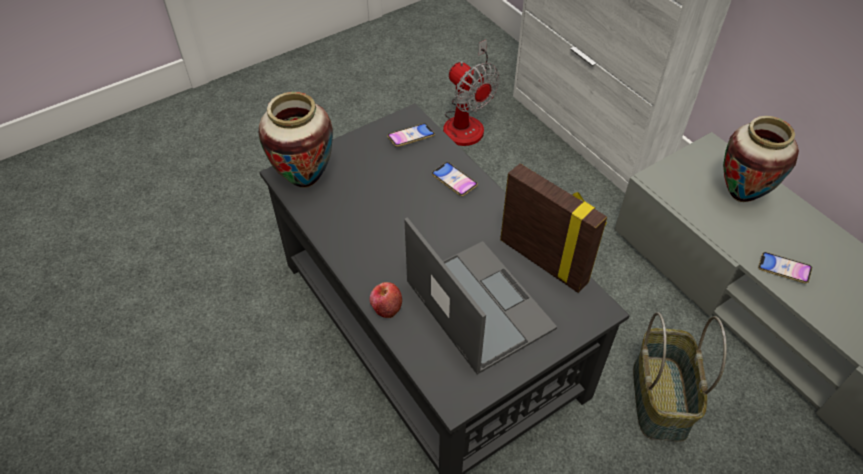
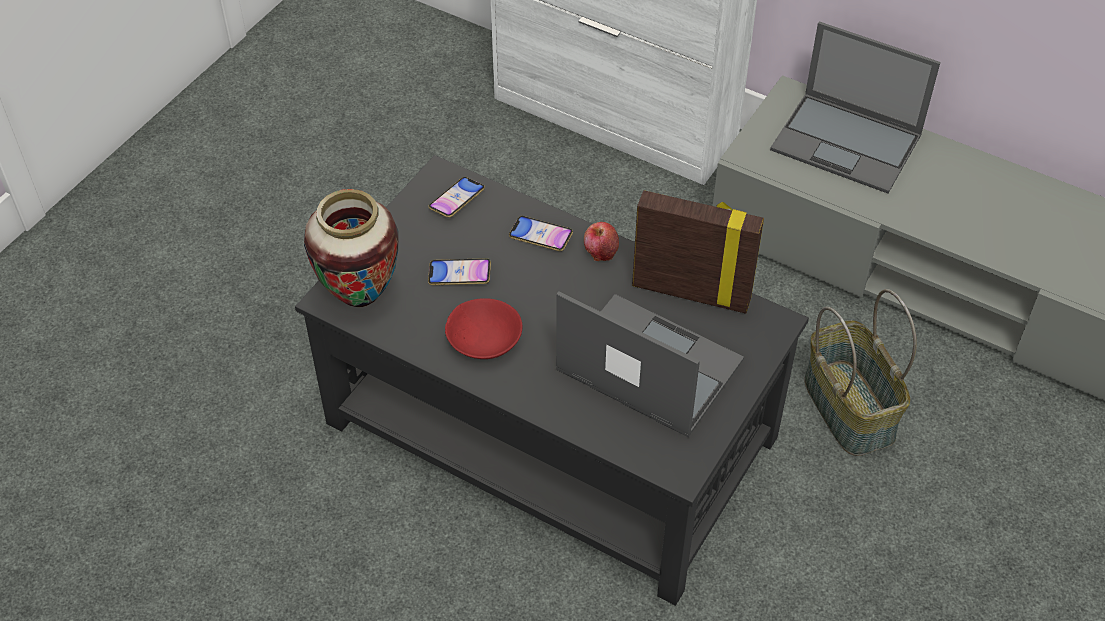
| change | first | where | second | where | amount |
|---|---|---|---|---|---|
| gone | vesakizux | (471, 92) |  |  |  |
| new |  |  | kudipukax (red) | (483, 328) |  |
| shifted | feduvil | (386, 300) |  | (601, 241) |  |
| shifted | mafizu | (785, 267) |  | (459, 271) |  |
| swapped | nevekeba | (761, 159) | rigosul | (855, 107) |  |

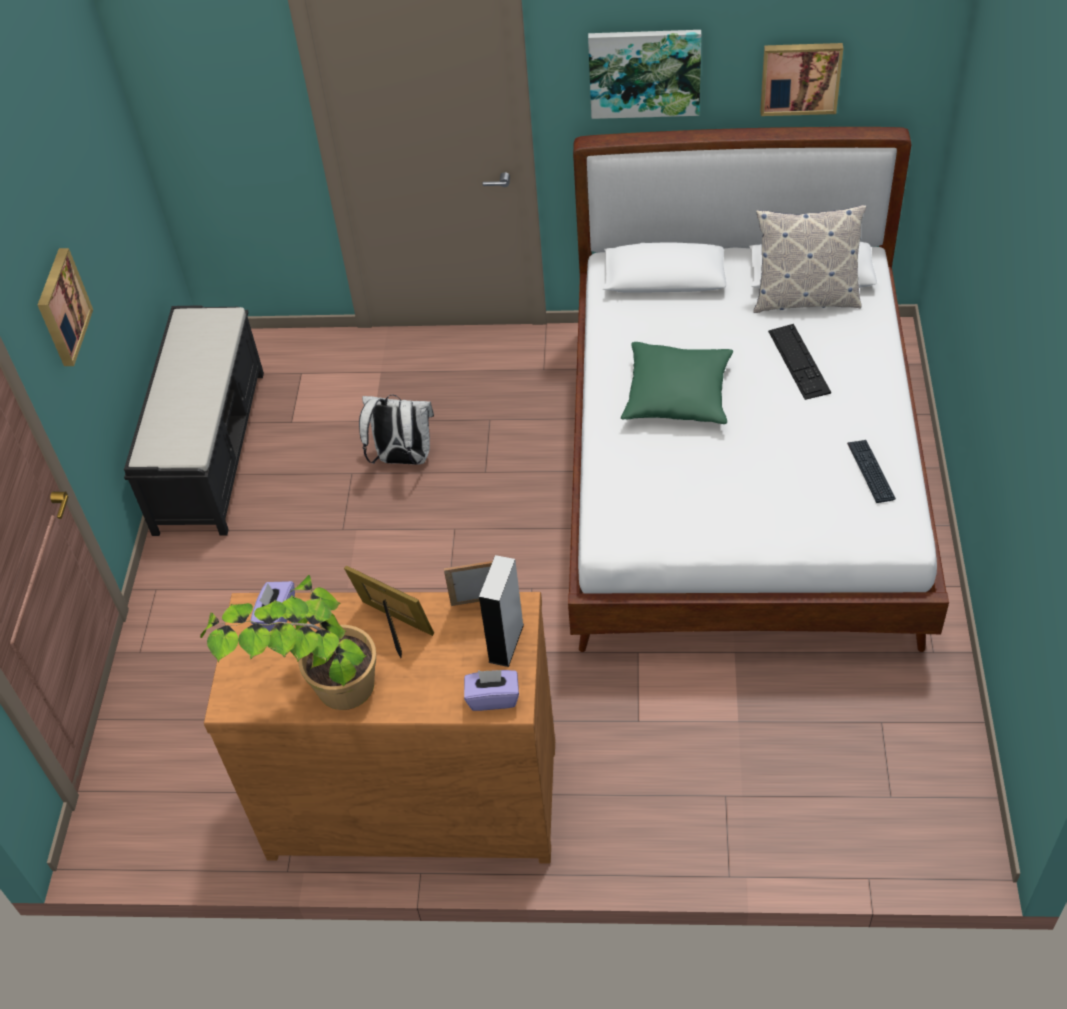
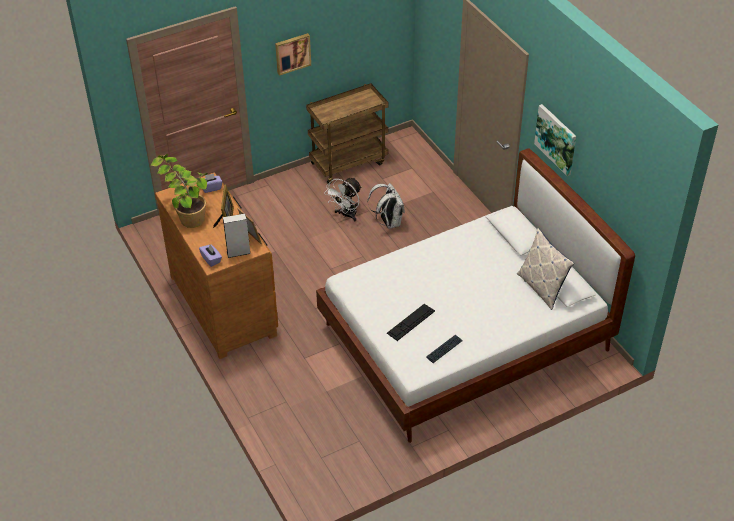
| change | first | where | second | where | amount |
|---|---|---|---|---|---|
| gone | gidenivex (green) | (677, 383) |  |  |  |
| gone | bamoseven | (801, 79) |  |  |  |
| new |  |  | vesakizux (white) | (343, 199) |  |
| shifted | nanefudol | (799, 362) |  | (411, 322) |  |
| swapped | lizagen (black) | (194, 420) | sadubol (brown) | (347, 133) |  |

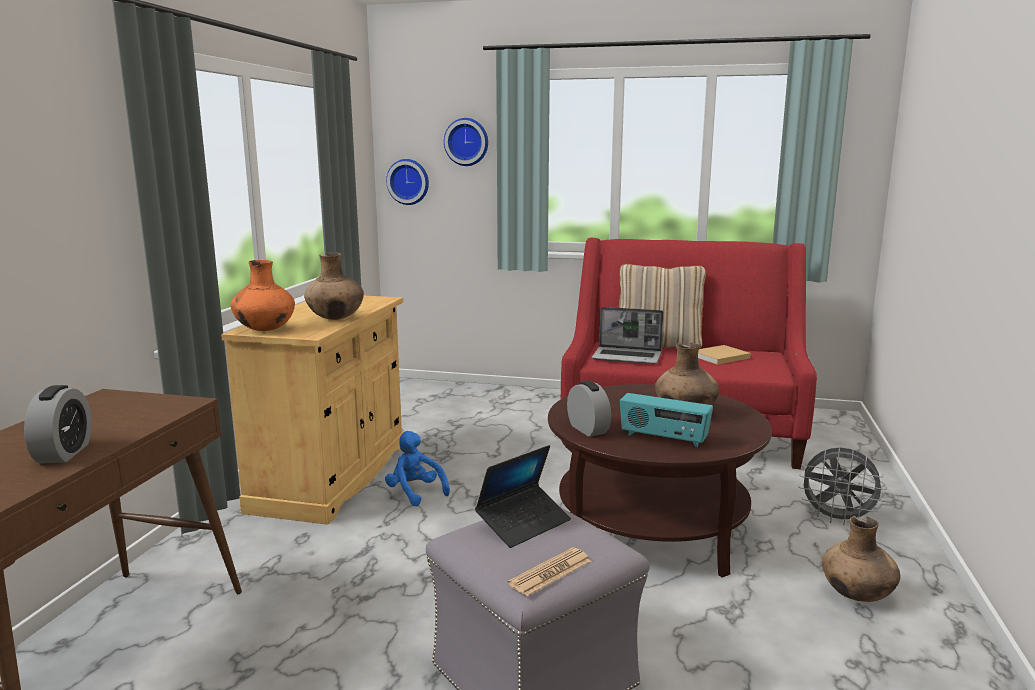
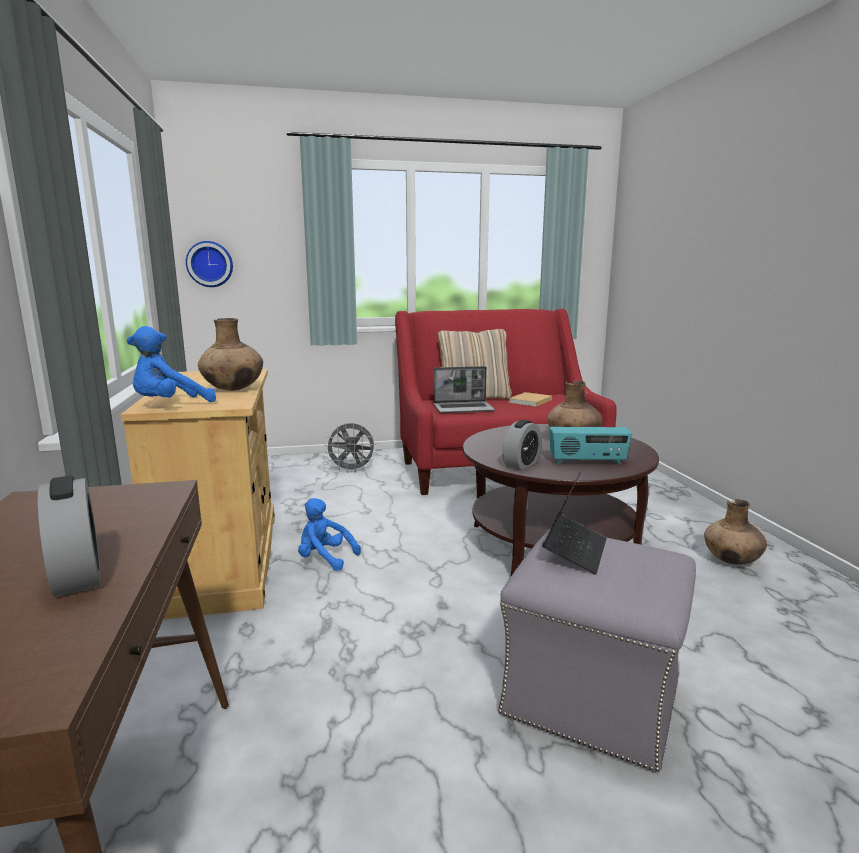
| change | first | where | second | where | amount |
|---|---|---|---|---|---|
| gone | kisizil | (466, 142) |  |  |  |
| gone | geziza | (549, 572) |  |  |  |
| shifted | vesakizux (grey) | (842, 486) |  | (350, 448) |  |
| swapped | nevekeba (orange) | (262, 295) | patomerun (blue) | (171, 364) |  |
| rotated | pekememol | (589, 409) |  | (522, 445) | 90 degrees clockwise |

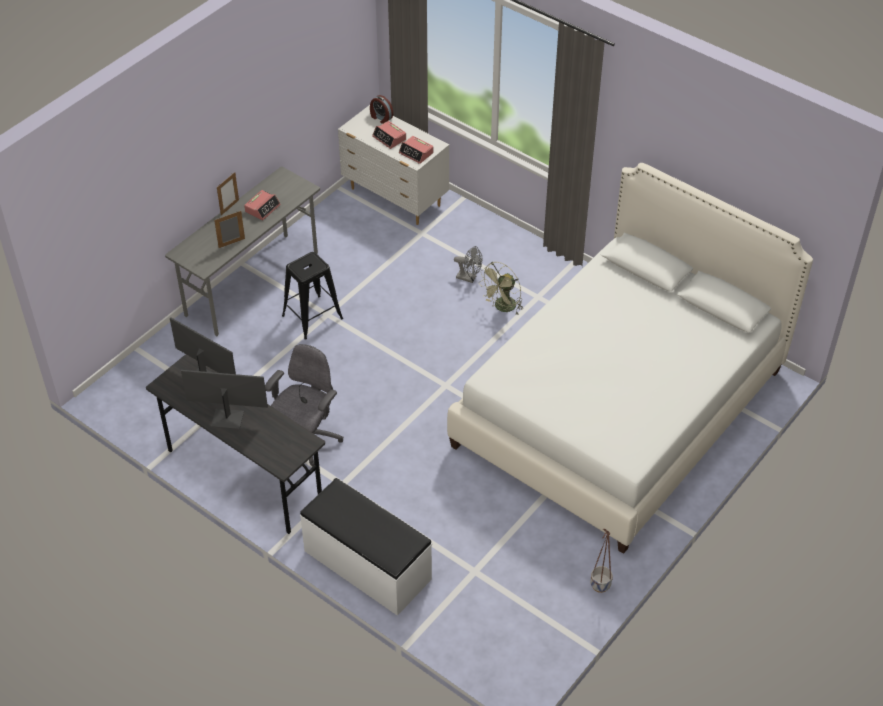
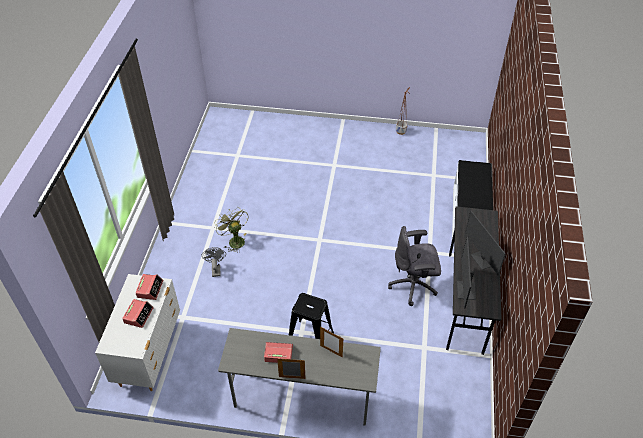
| change | first | where | second | where | amount |
|---|---|---|---|---|---|
| gone | pekememol | (381, 109) |  |  |  |
| gone | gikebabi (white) | (630, 358) |  |  |  |
| rotated | vesakizux (green) | (501, 288) |  | (232, 230) | 135 degrees counterclockwise |

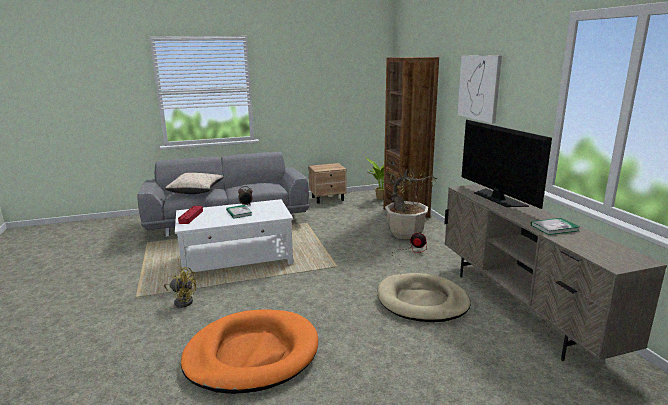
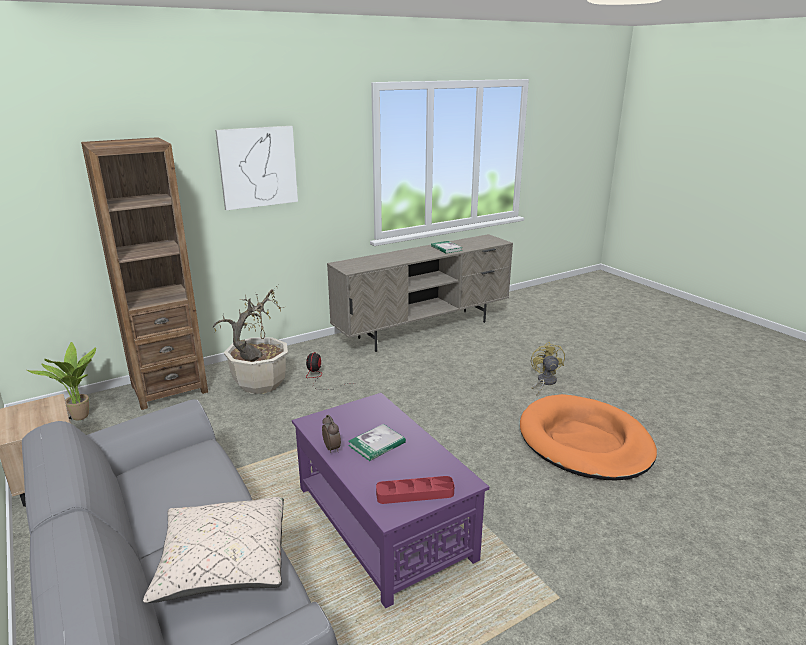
| change | first | where | second | where | amount |
|---|---|---|---|---|---|
| gone | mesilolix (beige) | (424, 297) |  |  |  |
| gone | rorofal | (507, 164) |  |  |  |
| shifted | vesakizux (yellow) | (180, 287) |  | (548, 369) |  |
| repainted | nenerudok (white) | (234, 238) | nenerudok (purple) | (390, 500) |  |

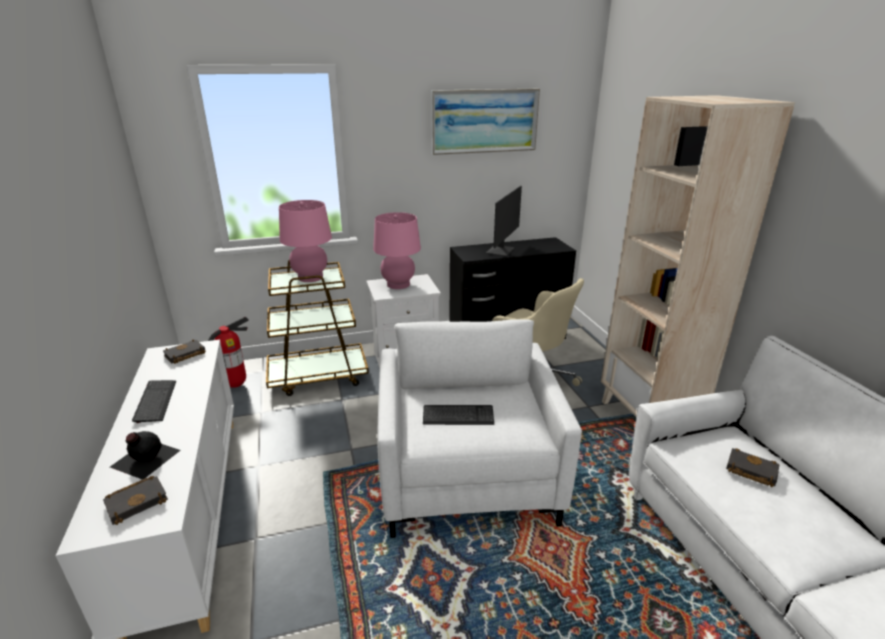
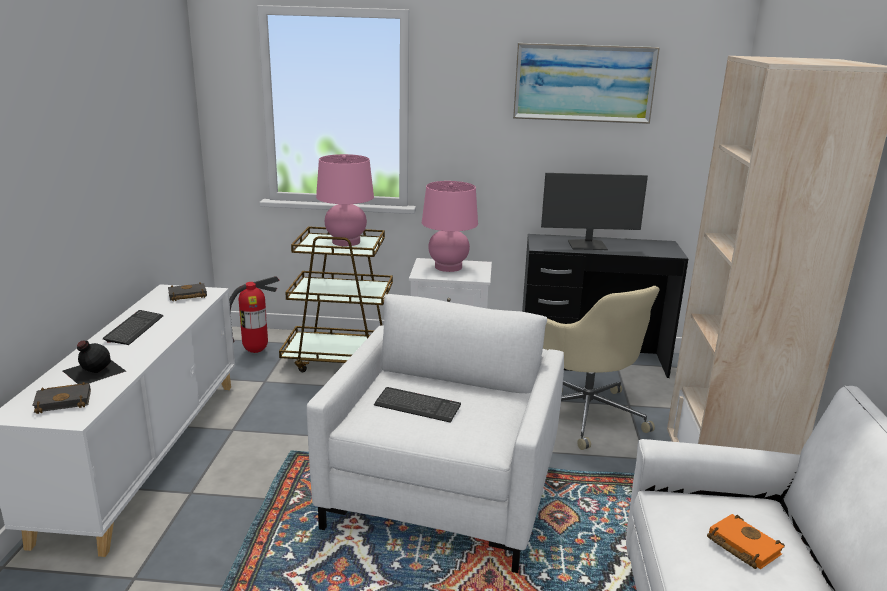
| change | first | where | second | where | amount |
|---|---|---|---|---|---|
| repainted | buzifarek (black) | (753, 467) | buzifarek (orange) | (746, 541) |  |
| rotated | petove | (504, 221) |  | (594, 211) | 45 degrees clockwise |

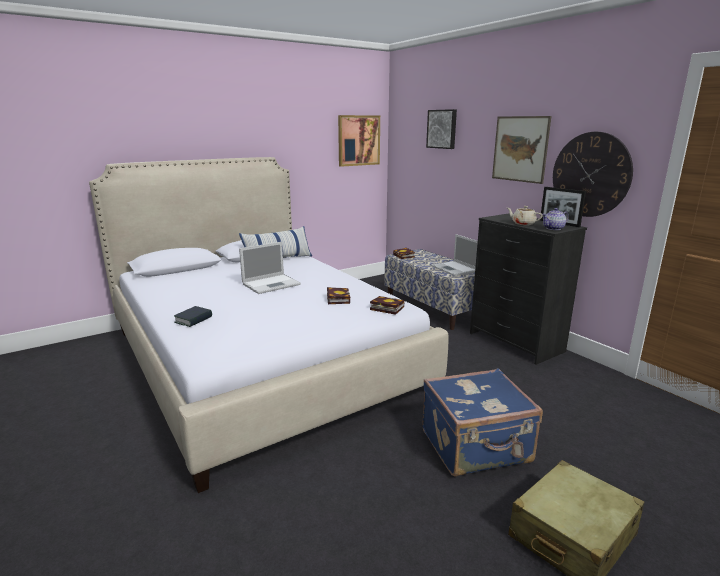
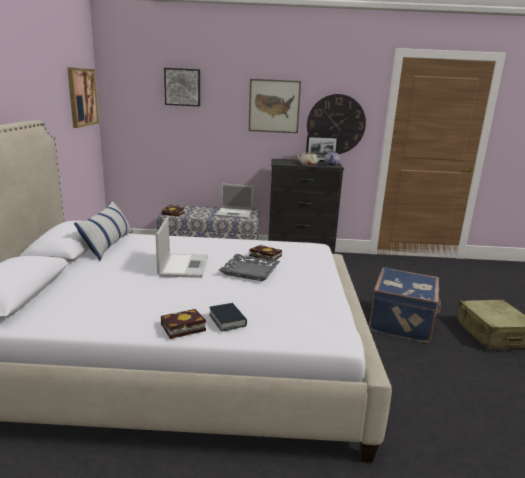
| change | first | where | second | where | amount |
|---|---|---|---|---|---|
| new |  |  | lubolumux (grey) | (249, 267) |  |
| shifted | buzifarek | (387, 305) |  | (183, 324) |  |

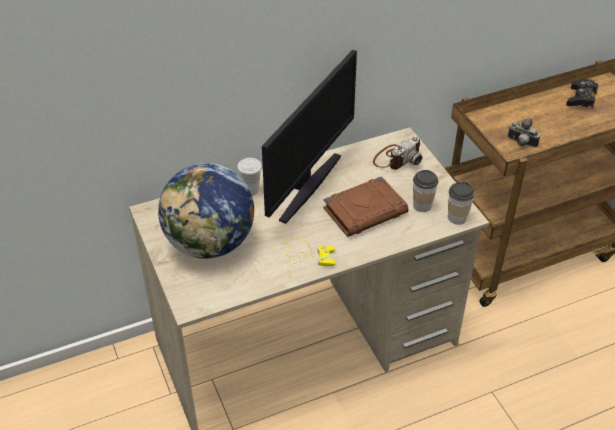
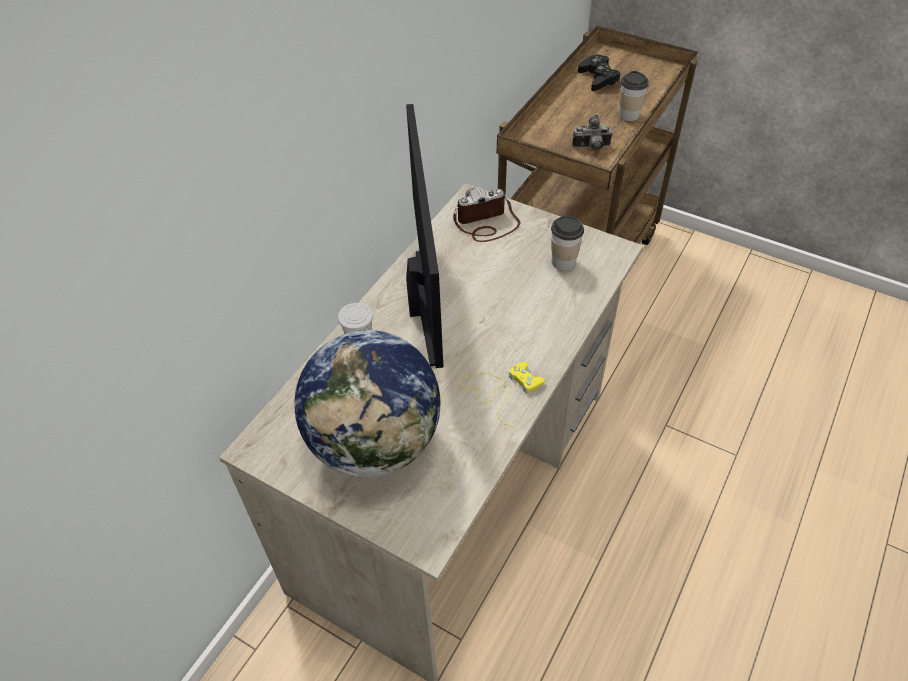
| change | first | where | second | where | amount |
|---|---|---|---|---|---|
| gone | buzifarek (brown) | (365, 206) |  |  |  |
| shifted | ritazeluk | (461, 203) |  | (634, 96) |  |
| rotated | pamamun | (397, 153) |  | (486, 214) | 120 degrees counterclockwise |

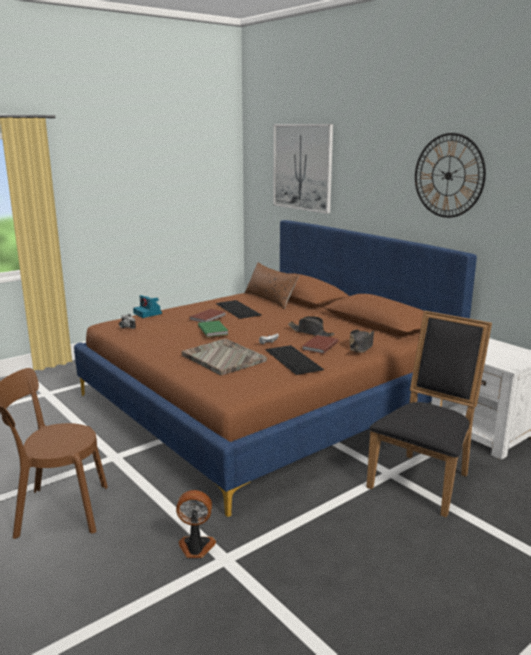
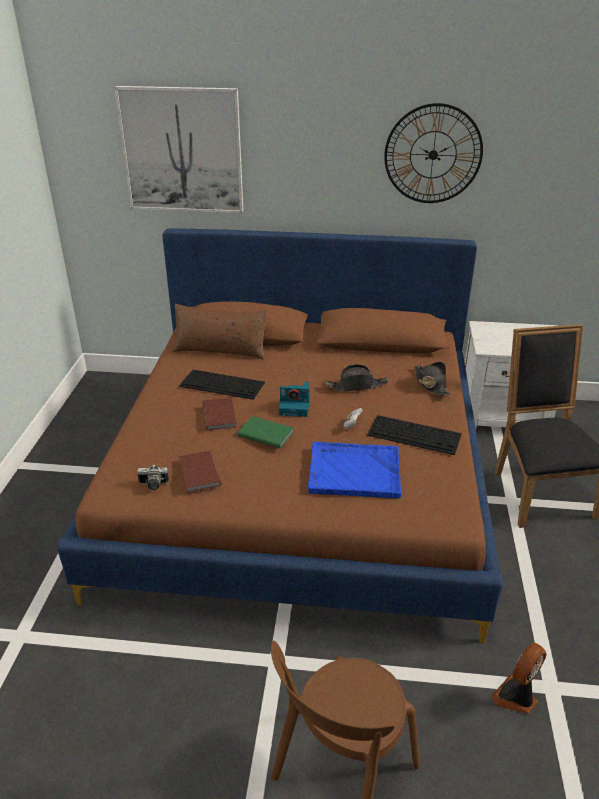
| change | first | where | second | where | amount |
|---|---|---|---|---|---|
| shifted | pamamun | (147, 306) |  | (294, 399) |  |
| shifted | buzifarek (brown) | (320, 344) |  | (200, 472) |  |
| repainted | lubolumux (grey) | (224, 356) | lubolumux (blue) | (354, 469) |  |

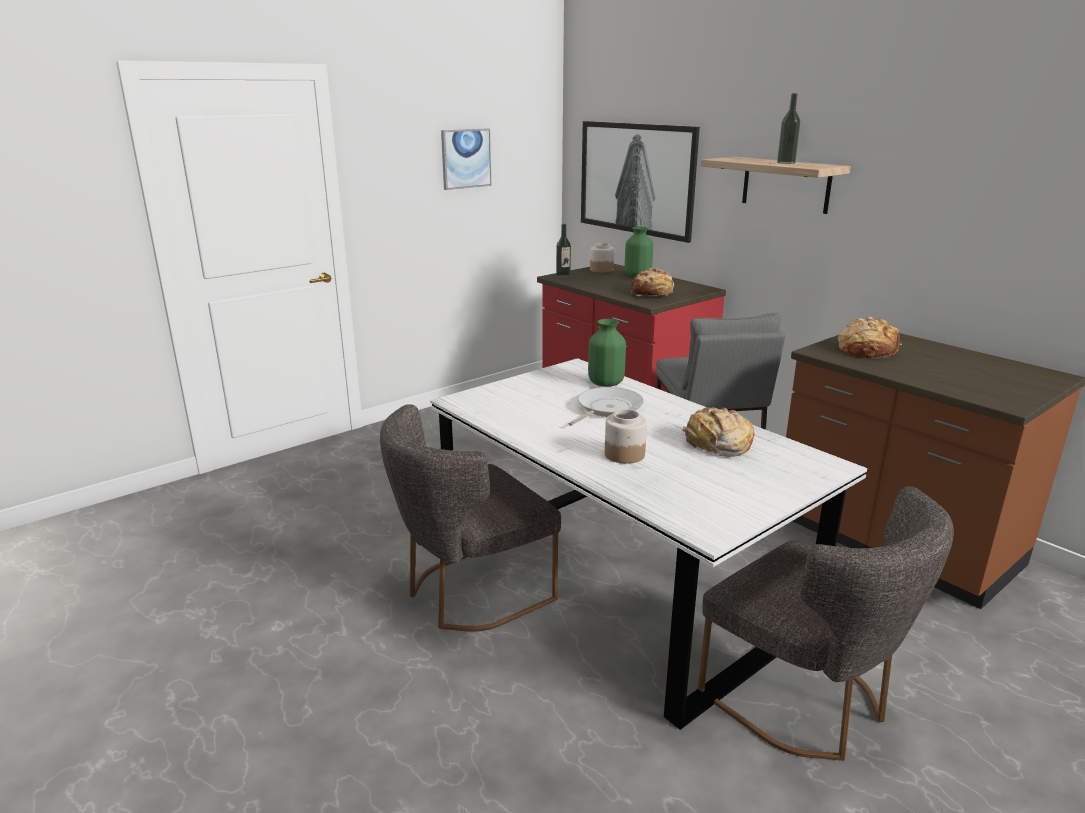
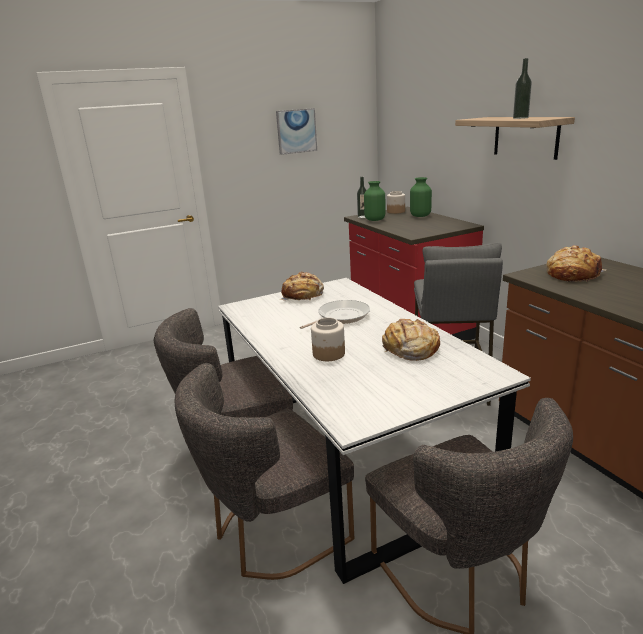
| change | first | where | second | where | amount |
|---|---|---|---|---|---|
| gone | bamoseven | (640, 182) |  |  |  |
| new |  |  | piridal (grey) | (264, 471) |  |
| shifted | nevekeba (green) | (607, 353) |  | (374, 201) |  |
| shifted | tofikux | (652, 282) |  | (302, 286) |  |

